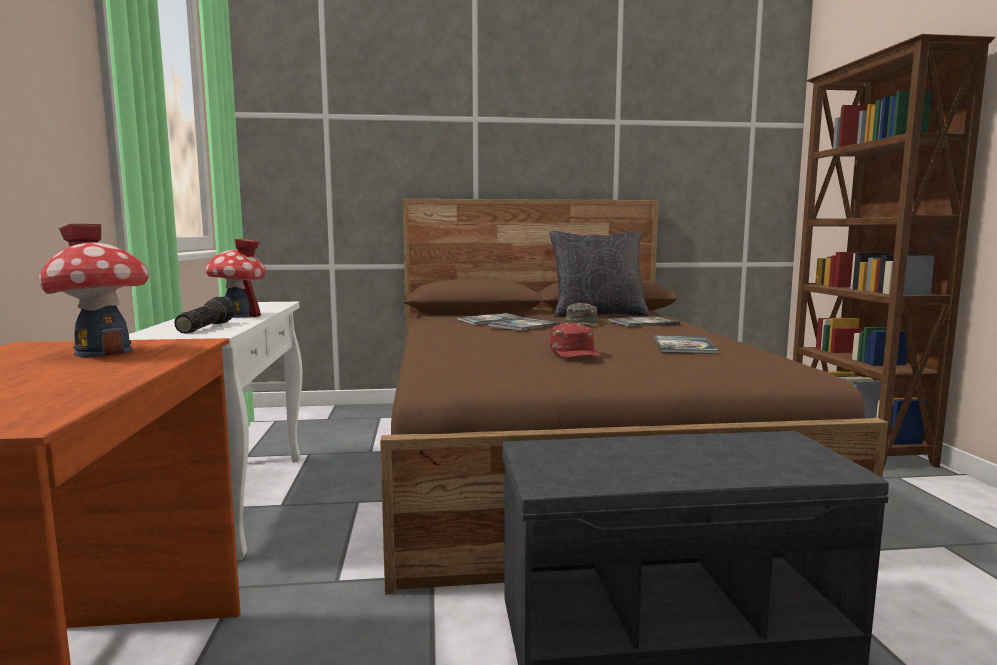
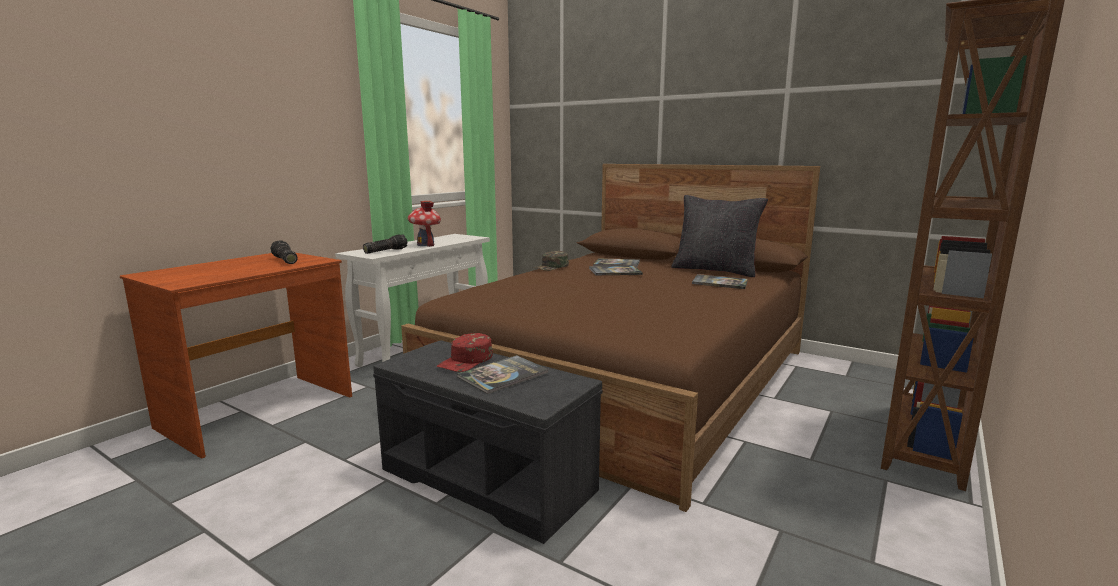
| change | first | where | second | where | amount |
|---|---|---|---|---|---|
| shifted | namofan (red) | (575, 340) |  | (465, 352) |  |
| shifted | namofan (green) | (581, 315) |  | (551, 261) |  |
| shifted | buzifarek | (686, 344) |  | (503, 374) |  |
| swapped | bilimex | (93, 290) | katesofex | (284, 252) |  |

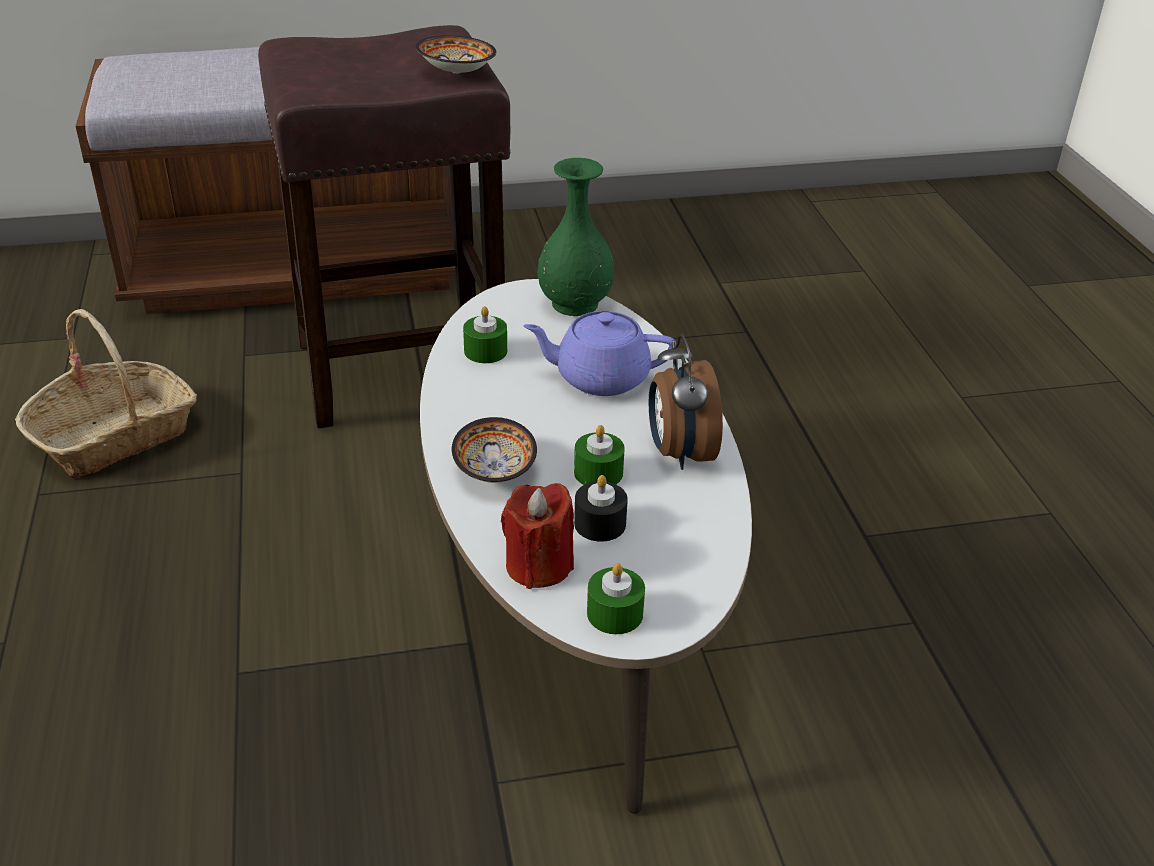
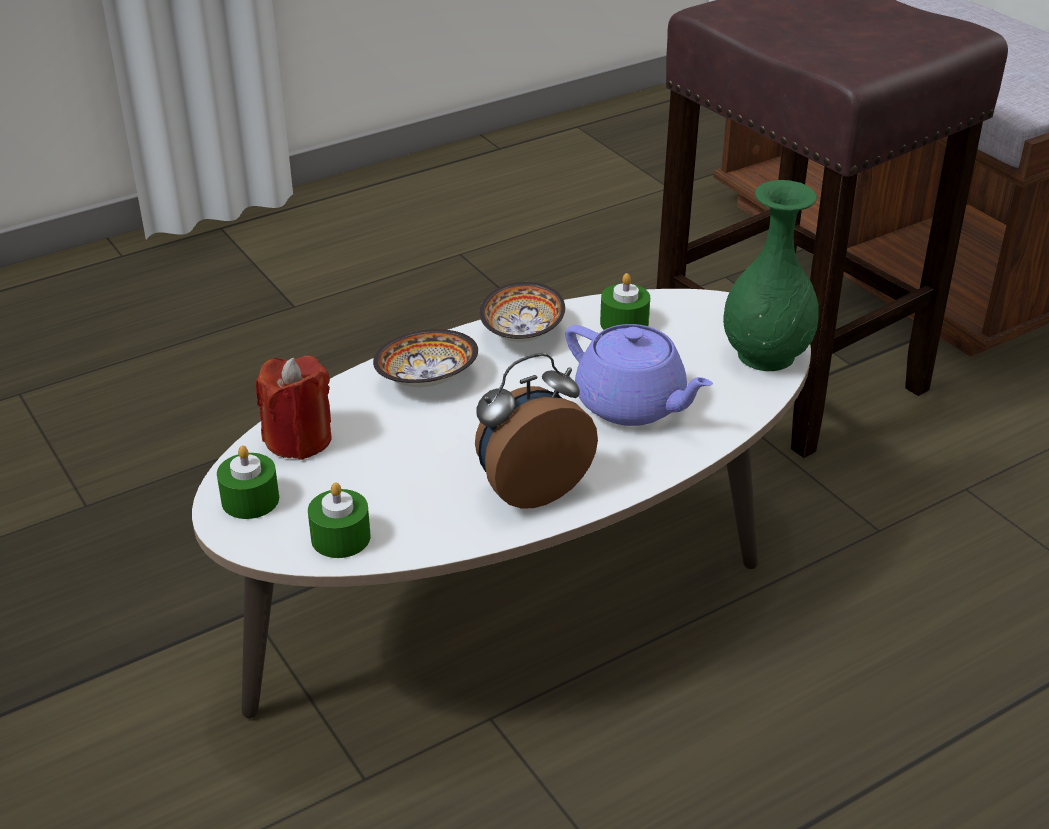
| change | first | where | second | where | amount |
|---|---|---|---|---|---|
| gone | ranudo | (106, 393) |  |  |  |
| gone | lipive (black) | (601, 508) |  |  |  |
| shifted | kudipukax | (455, 54) |  | (522, 312) |  |
| shifted | lipive (green) | (599, 455) |  | (339, 520) |  |
| rotated | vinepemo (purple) | (598, 353) |  | (639, 375) | 150 degrees clockwise |

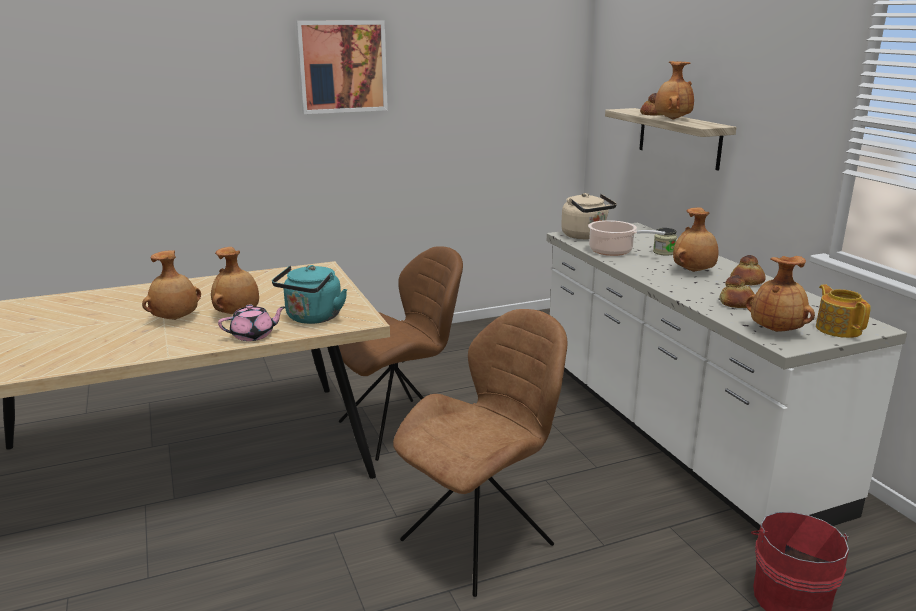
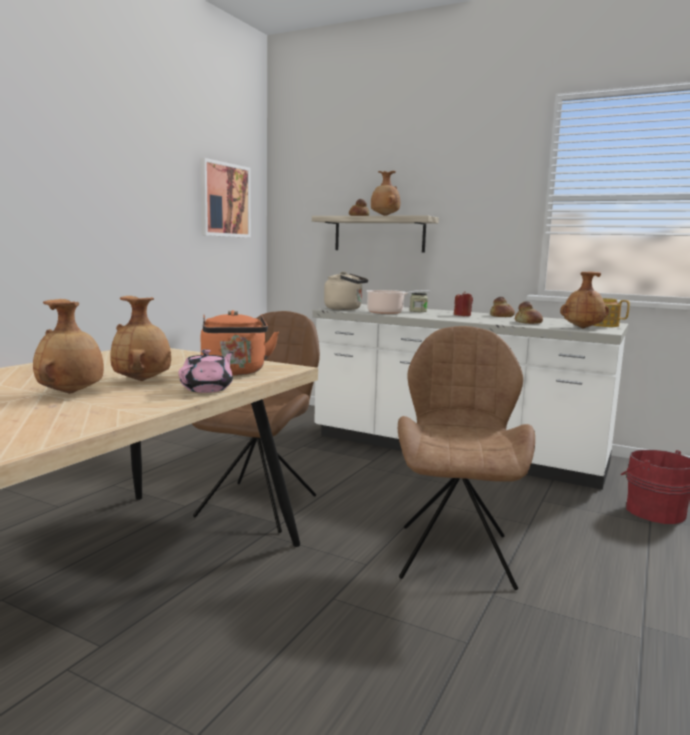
| change | first | where | second | where | amount |
|---|---|---|---|---|---|
| shifted | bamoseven | (342, 67) |  | (225, 198) |  |
| swapped | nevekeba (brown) | (695, 239) | lipive (red) | (463, 304) |  |
| repainted | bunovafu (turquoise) | (309, 294) | bunovafu (orange) | (240, 343) |  |

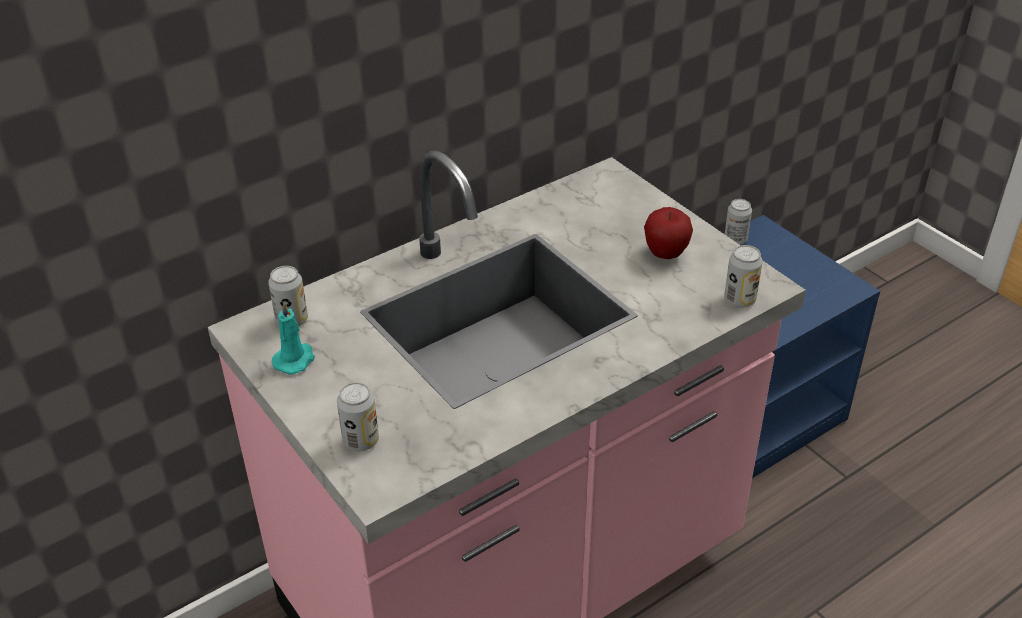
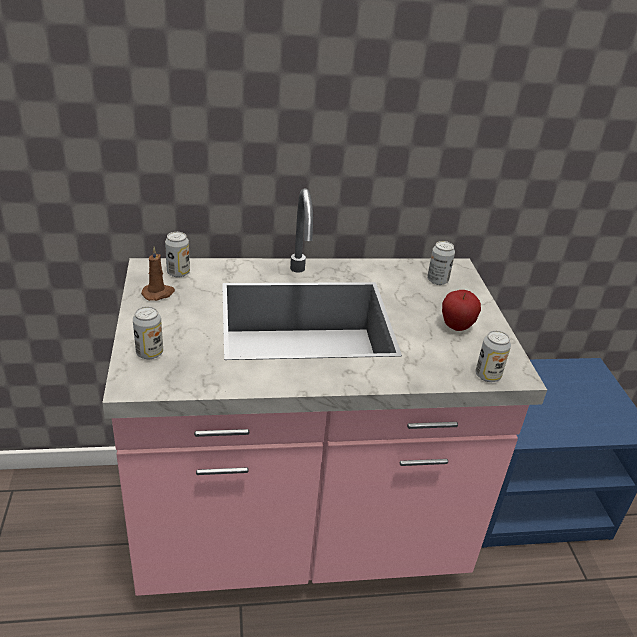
| change | first | where | second | where | amount |
|---|---|---|---|---|---|
| shifted | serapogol | (738, 222) |  | (441, 263) |  |
| repainted | lipive (turquoise) | (293, 338) | lipive (brown) | (158, 274) |  |

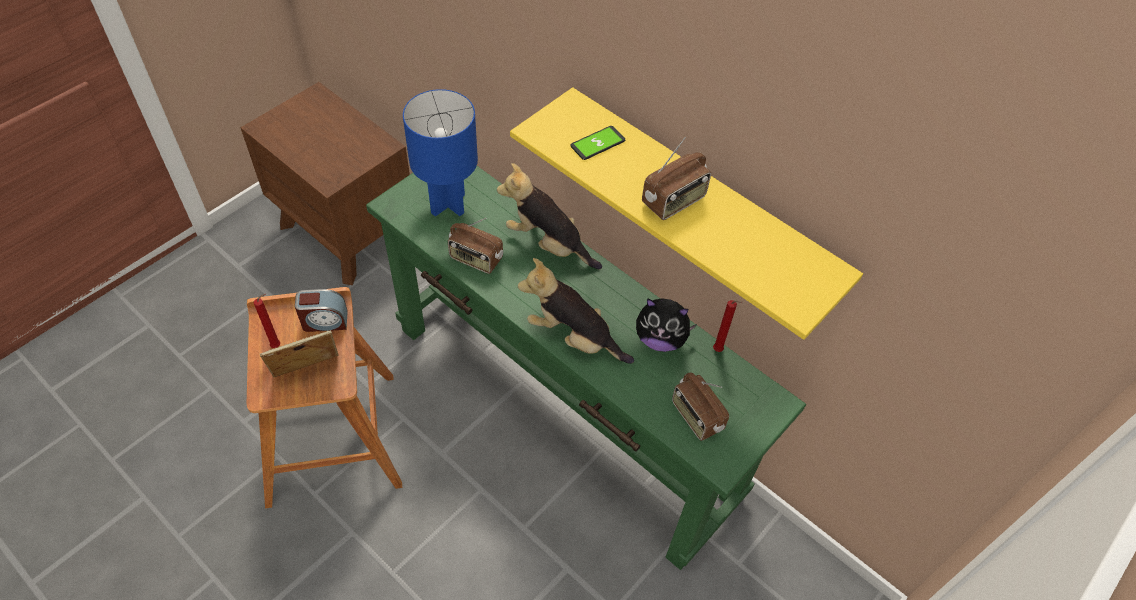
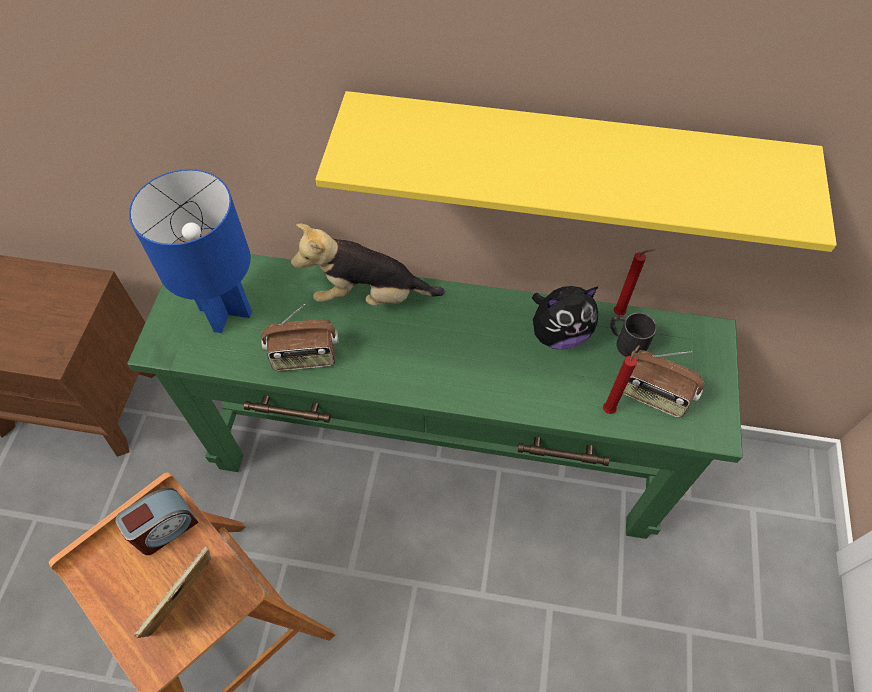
| change | first | where | second | where | amount |
|---|---|---|---|---|---|
| gone | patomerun | (576, 311) |  |  |  |
| gone | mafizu | (597, 143) |  |  |  |
| gone | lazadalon | (676, 178) |  |  |  |
| new |  |  | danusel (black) | (633, 335) |  |
| shifted | lipive (red) | (267, 321) |  | (621, 379) |  |

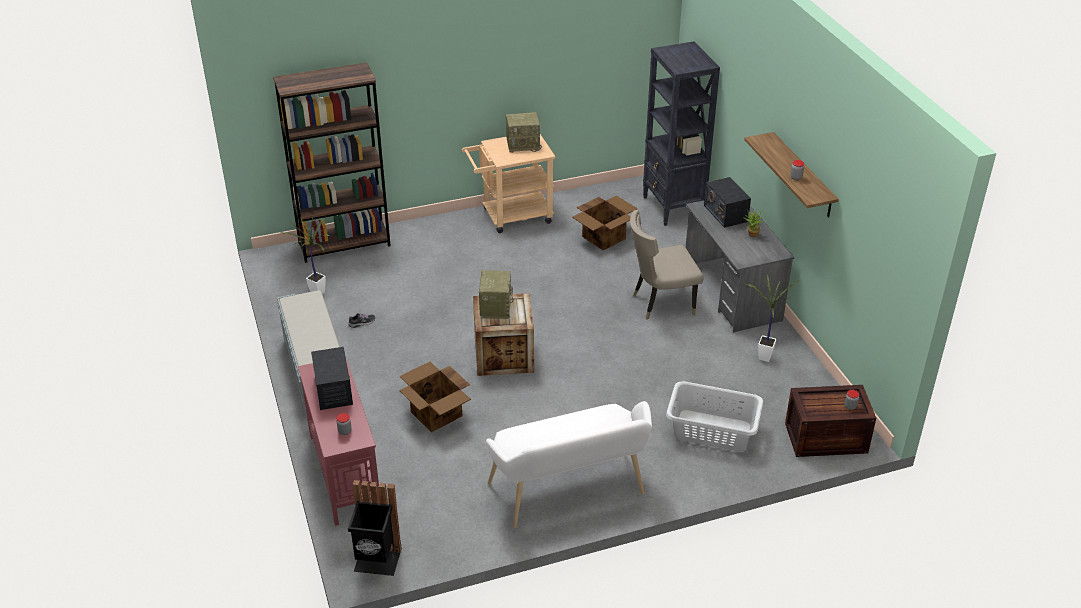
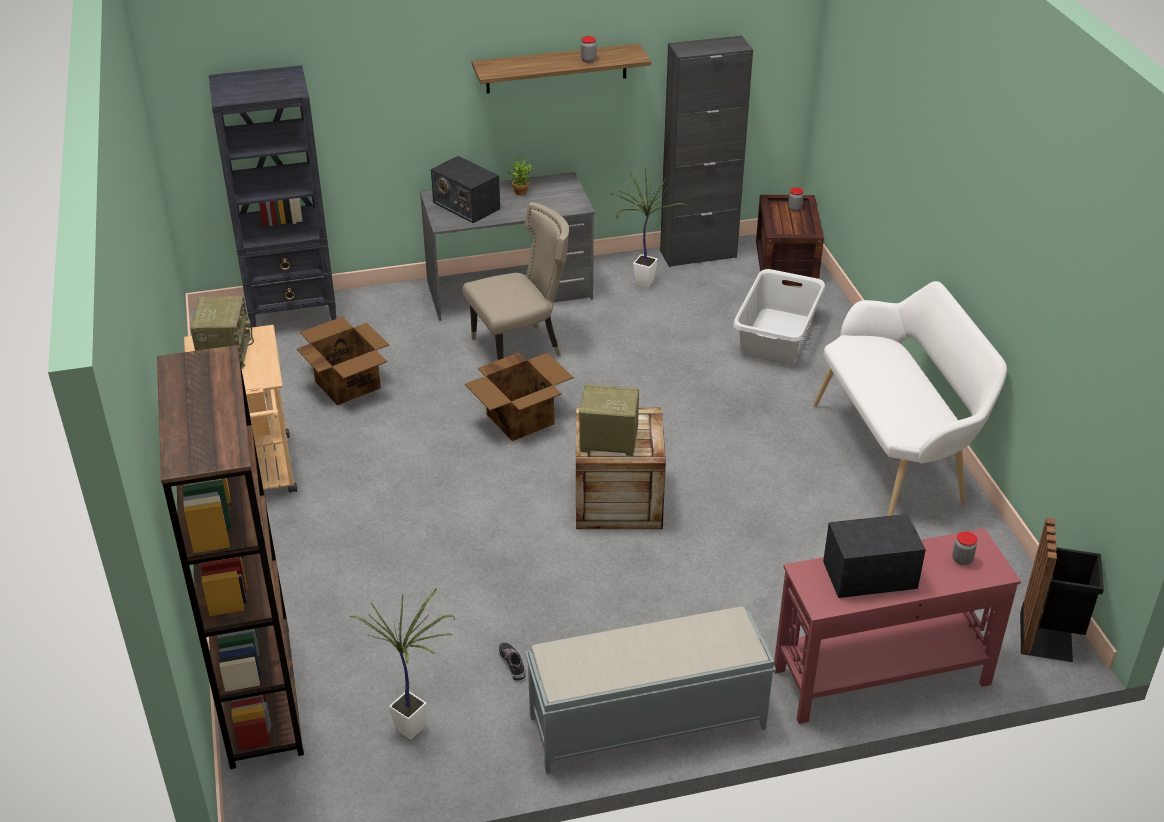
| change | first | where | second | where | amount |
|---|---|---|---|---|---|
| new |  |  | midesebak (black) | (706, 151) |  |
| shifted | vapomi | (435, 397) |  | (519, 397) |  |
| rotated | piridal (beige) | (666, 265) |  | (515, 281) | 105 degrees counterclockwise |
| rotated | lazadalon | (727, 202) |  | (465, 189) | 60 degrees clockwise |

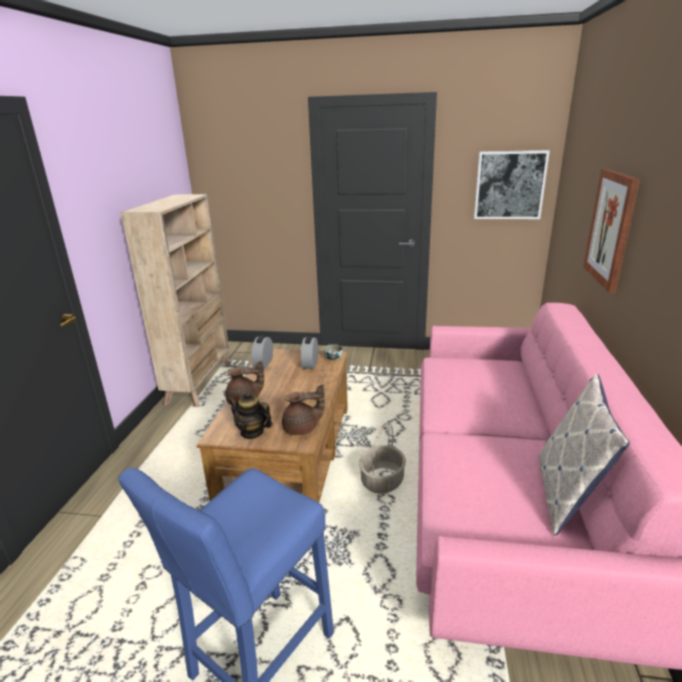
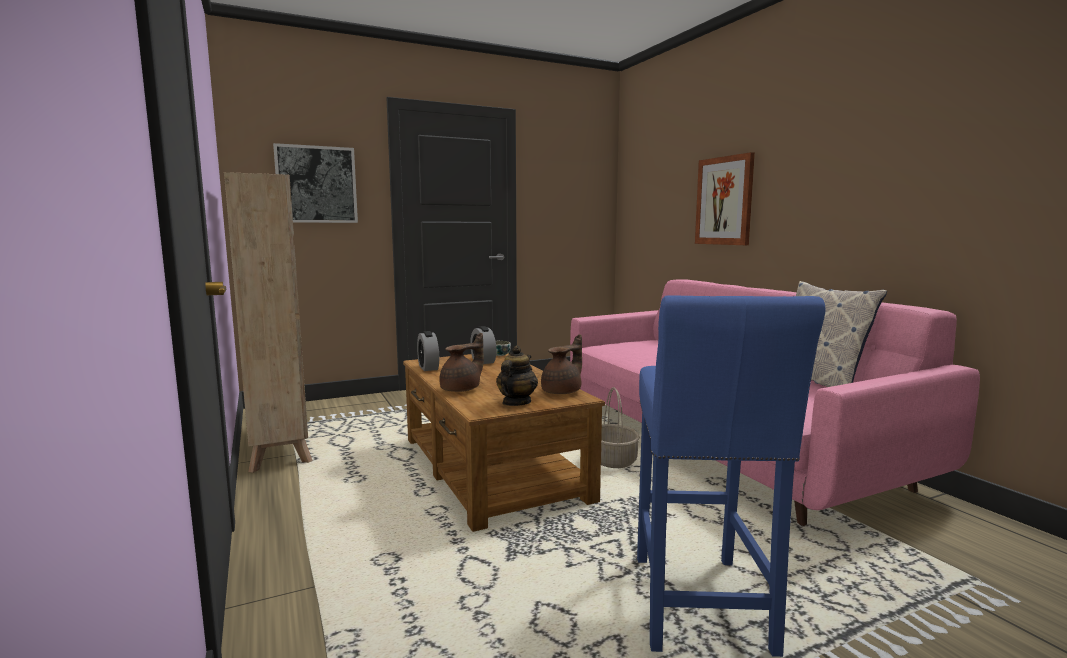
| change | first | where | second | where | amount |
|---|---|---|---|---|---|
| shifted | bamoseven | (512, 184) |  | (315, 183) |  |
| rotated | vinepemo | (251, 415) |  | (517, 375) | 120 degrees clockwise |

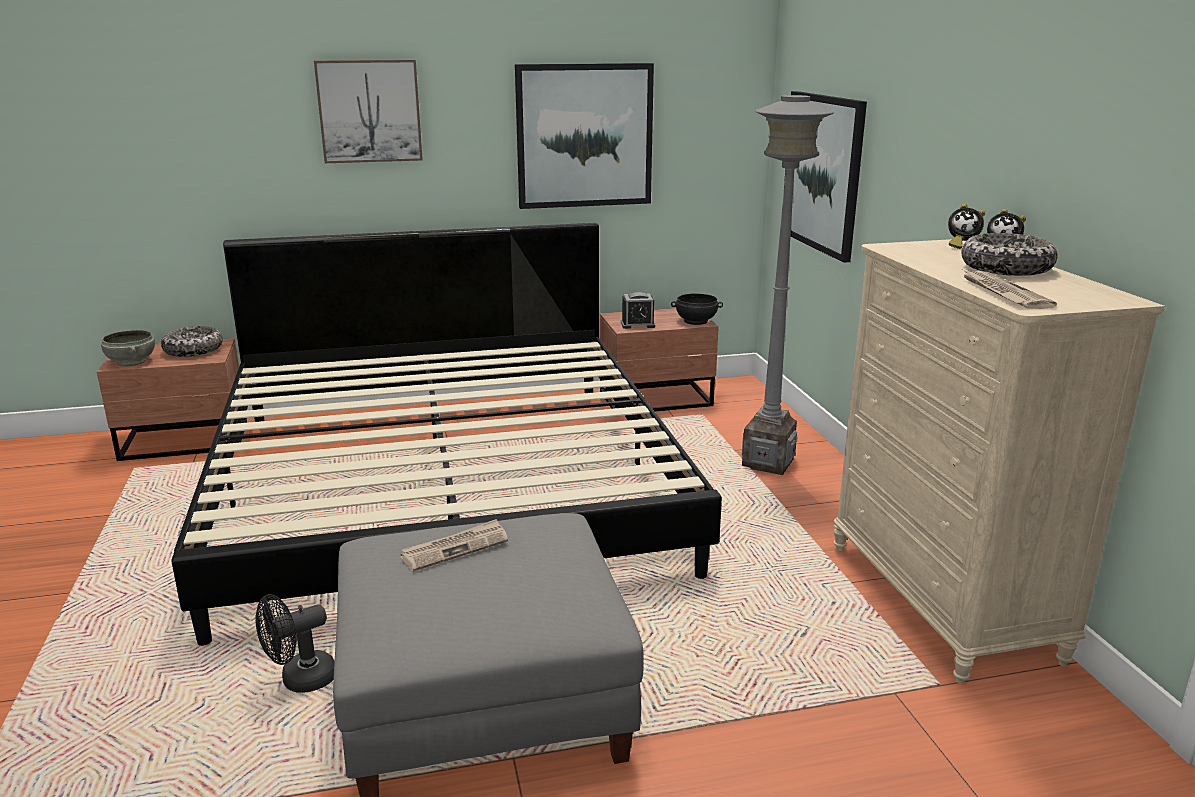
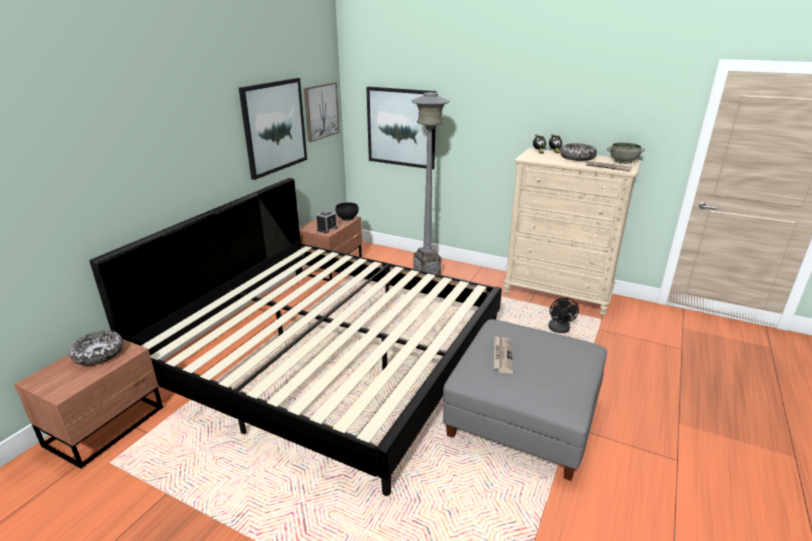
| change | first | where | second | where | amount |
|---|---|---|---|---|---|
| shifted | kudipukax (grey) | (128, 348) |  | (626, 153) |  |
| shifted | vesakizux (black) | (294, 643) |  | (563, 315) |  |
| shifted | bamoseven | (368, 111) |  | (322, 112) |  |

